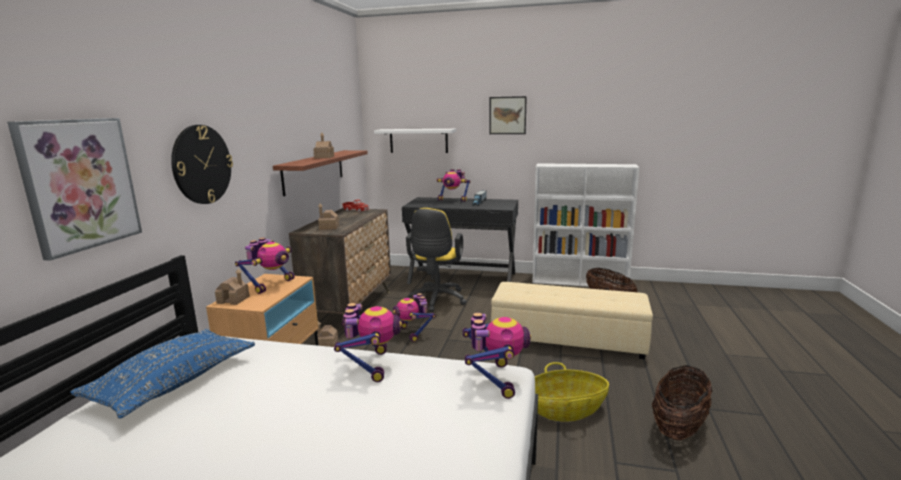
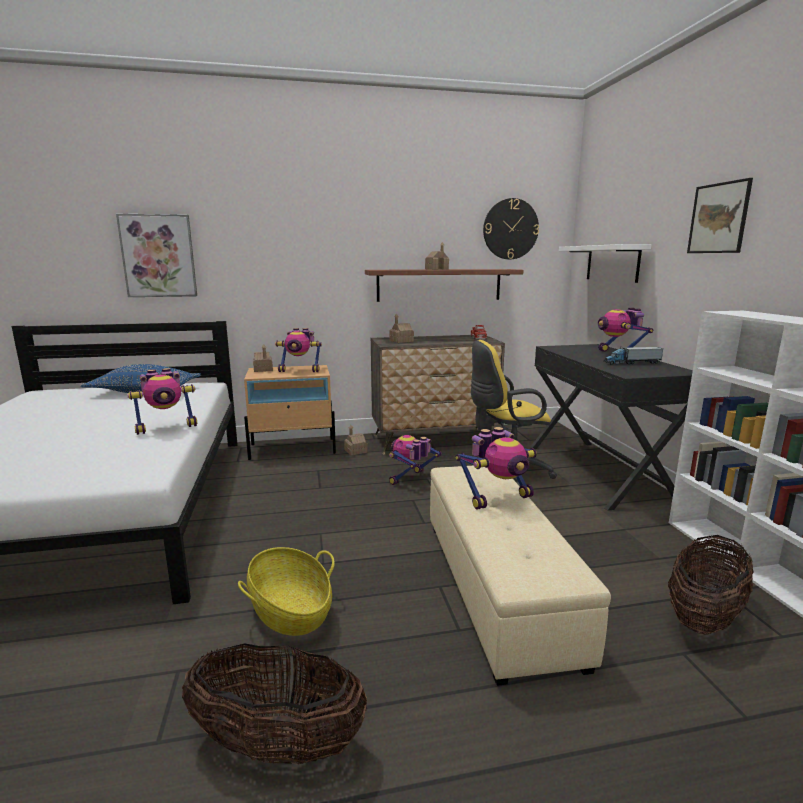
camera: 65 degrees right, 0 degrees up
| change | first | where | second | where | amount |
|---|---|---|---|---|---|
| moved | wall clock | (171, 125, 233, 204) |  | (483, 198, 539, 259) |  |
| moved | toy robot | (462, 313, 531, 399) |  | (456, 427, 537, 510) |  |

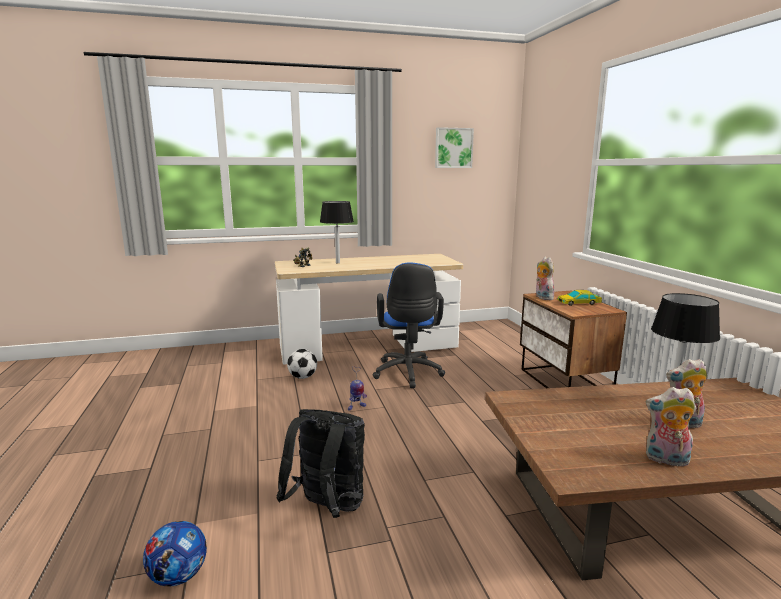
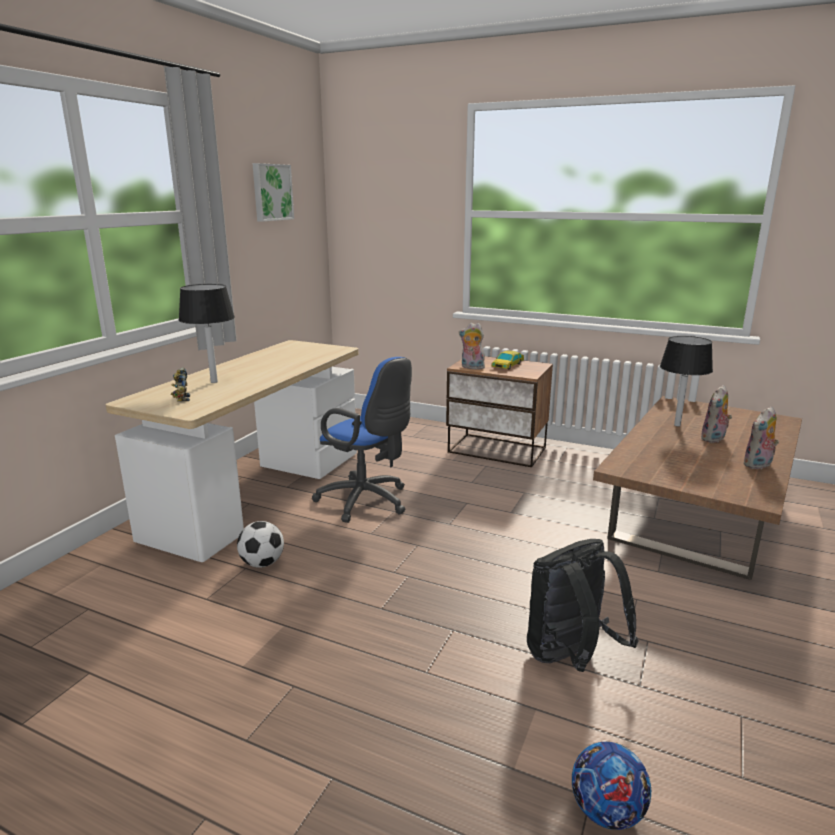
camera: 50 degrees left, 5 degrees up
| change | first | where | second | where | amount |
|---|---|---|---|---|---|
| removed | toy robot | (348, 367, 367, 410) |  |  |  |

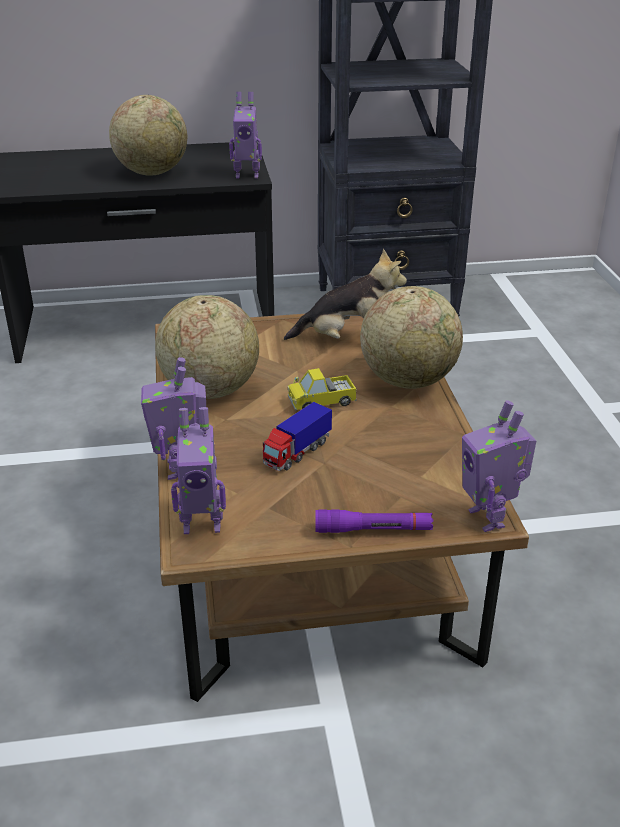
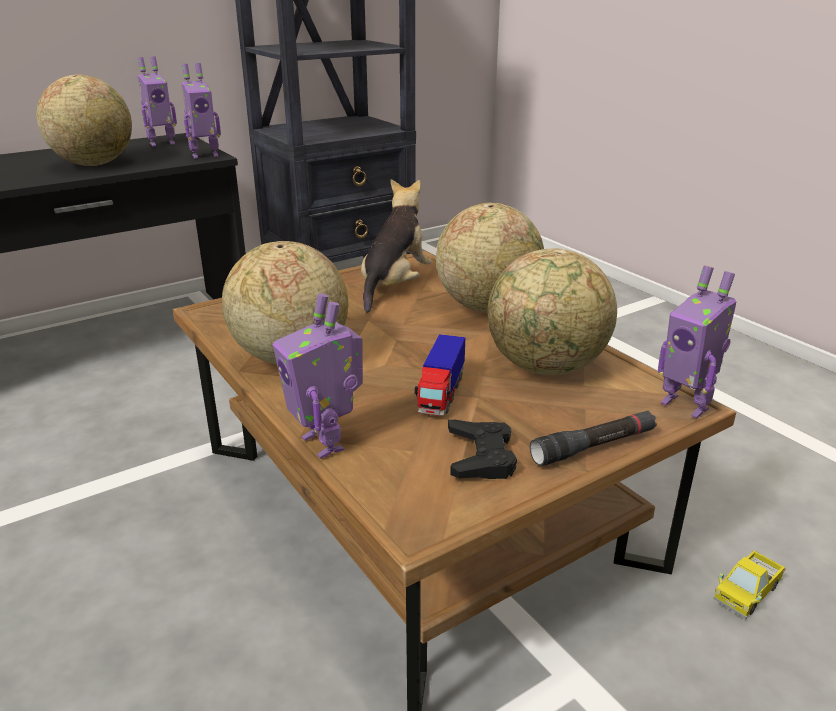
camera: 25 degrees left, 5 degrees down
| change | first | where | second | where | amount |
|---|---|---|---|---|---|
| moved | toy robot | (171, 407, 226, 534) |  | (138, 56, 177, 147) |  |
| turned | plush toy | (284, 249, 407, 340) |  | (361, 179, 432, 312) | 45 degrees counterclockwise |
| moved | toy truck | (288, 368, 357, 411) |  | (713, 551, 786, 619) |  |
| recoloured | flashlight in purple | (315, 509, 433, 533) | flashlight in black | (530, 411, 657, 466) |  |
| added |  |  | game controller in black | (448, 420, 517, 479) |  |
| added |  |  | globe | (488, 248, 617, 375) |  |

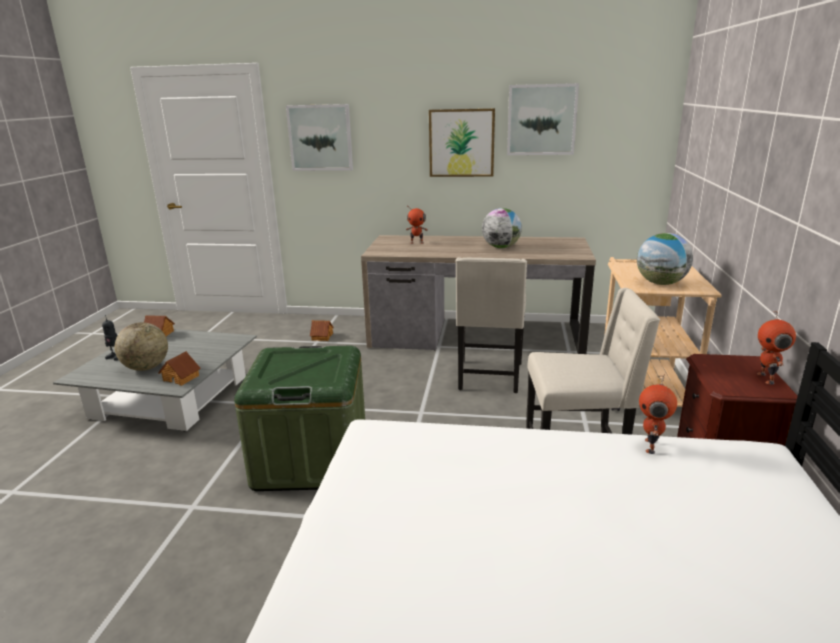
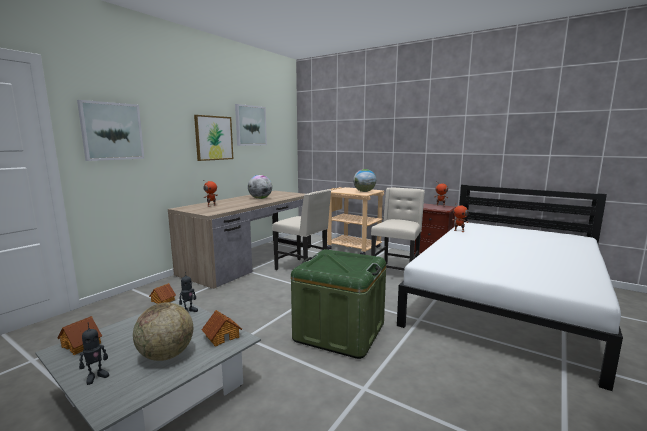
camera: 65 degrees left, 10 degrees down
| change | first | where | second | where | amount |
|---|---|---|---|---|---|
| added |  |  | toy robot | (179, 271, 198, 312) |  |

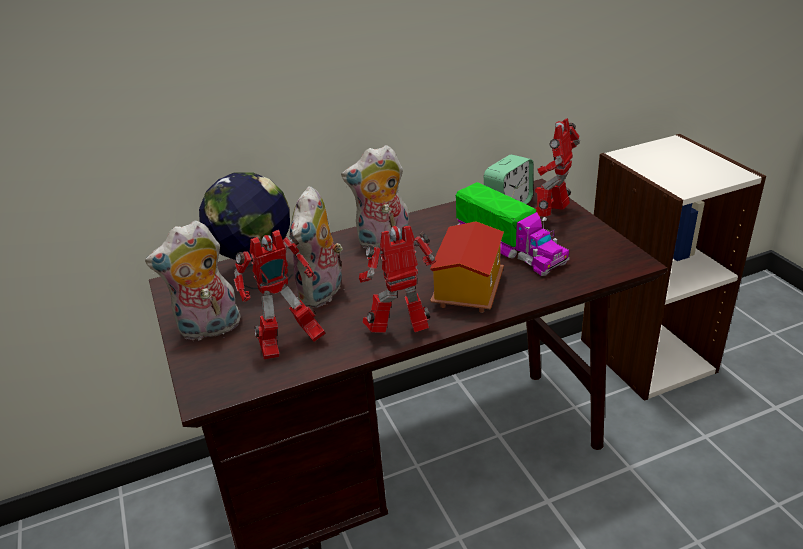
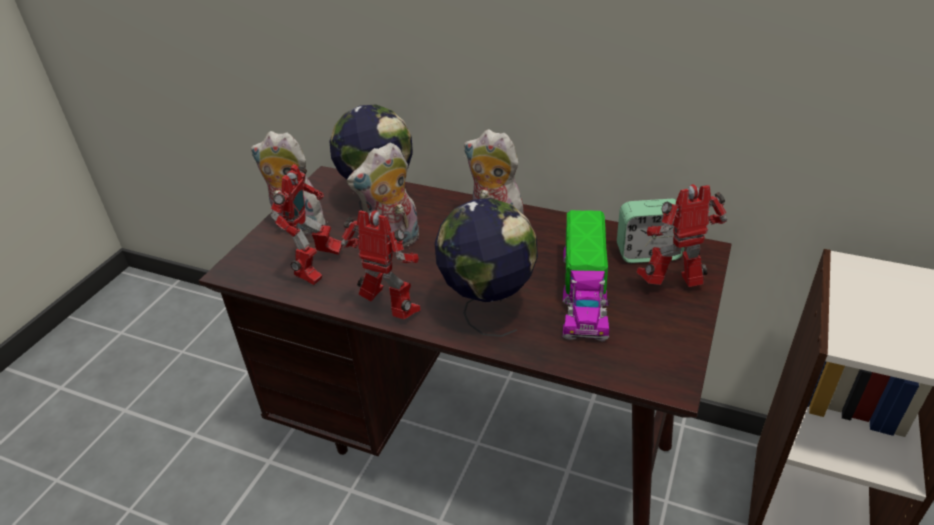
camera: 45 degrees right, 5 degrees up
| change | first | where | second | where | amount |
|---|---|---|---|---|---|
| turned | toy robot | (234, 230, 326, 360) |  | (271, 164, 342, 285) | 90 degrees counterclockwise |
| replaced | toy house | (430, 221, 504, 313) | globe | (434, 198, 538, 337) |  |

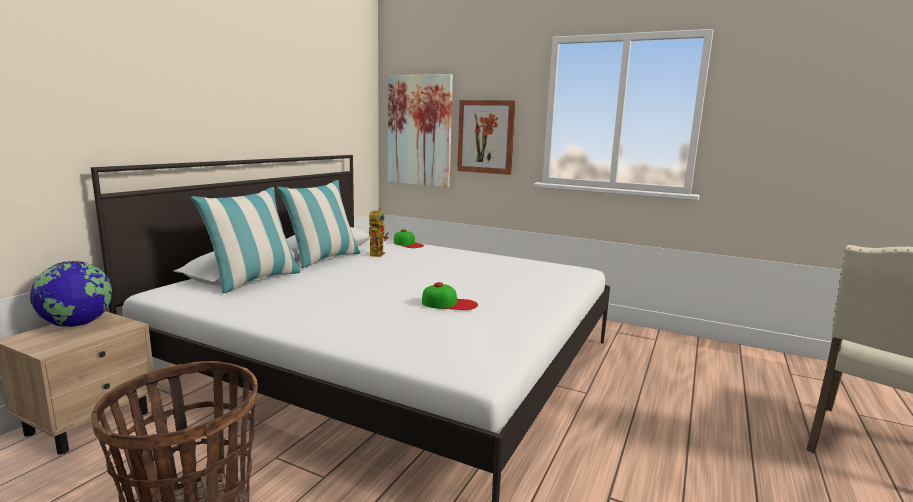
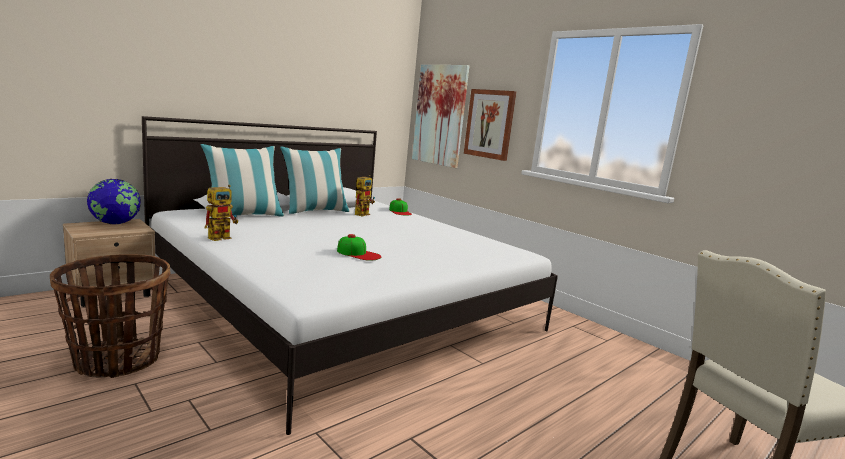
camera: 20 degrees right, 0 degrees up
| change | first | where | second | where | amount |
|---|---|---|---|---|---|
| added |  |  | toy robot | (205, 185, 238, 241) |  |

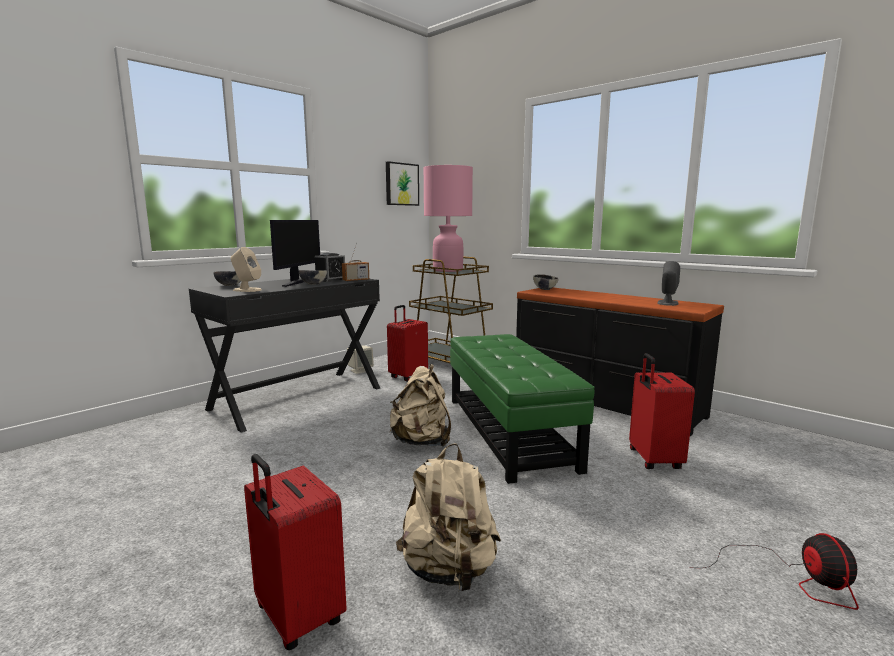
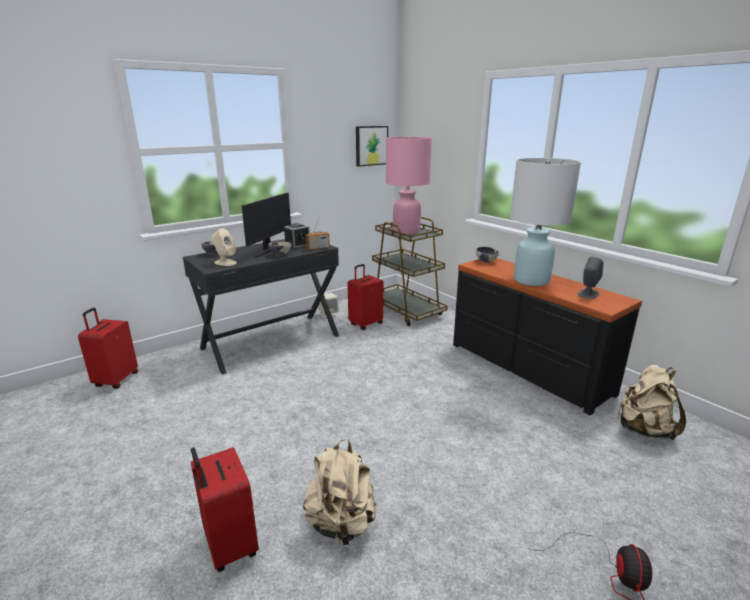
camera: 10 degrees right, 10 degrees up
| change | first | where | second | where | amount |
|---|---|---|---|---|---|
| moved | backpack in beige | (390, 364, 451, 447) |  | (617, 365, 686, 440) |  |
| removed | ottoman in green | (450, 334, 595, 484) |  |  |  |
| moved | suitcase in red | (629, 353, 695, 469) |  | (78, 308, 138, 389) |  |
| added |  |  | table lamp in white | (510, 158, 581, 286) |  |

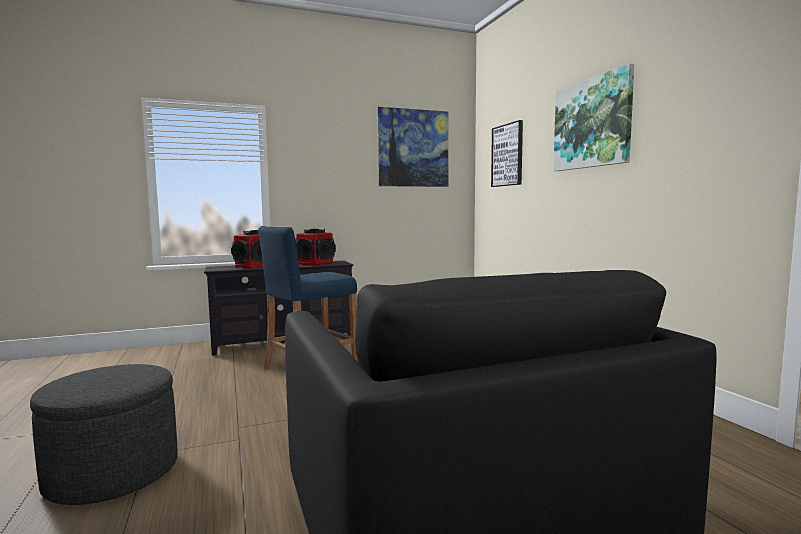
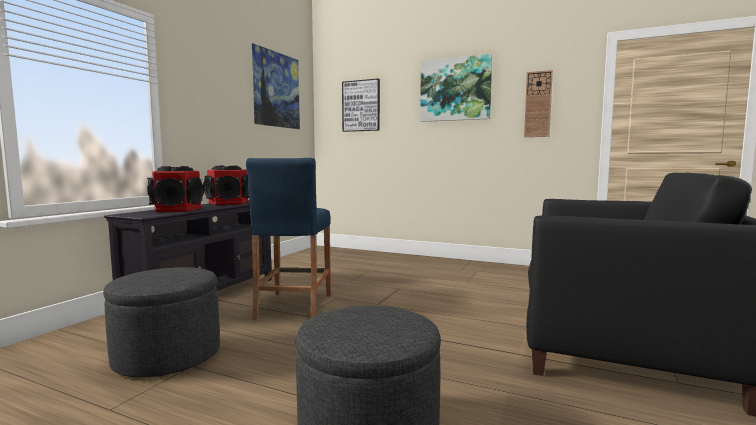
camera: 45 degrees left, 0 degrees up
| change | first | where | second | where | amount |
|---|---|---|---|---|---|
| added |  |  | ottoman in grey | (103, 267, 220, 377) |  |
| added |  |  | wall clock | (524, 70, 553, 137) |  |

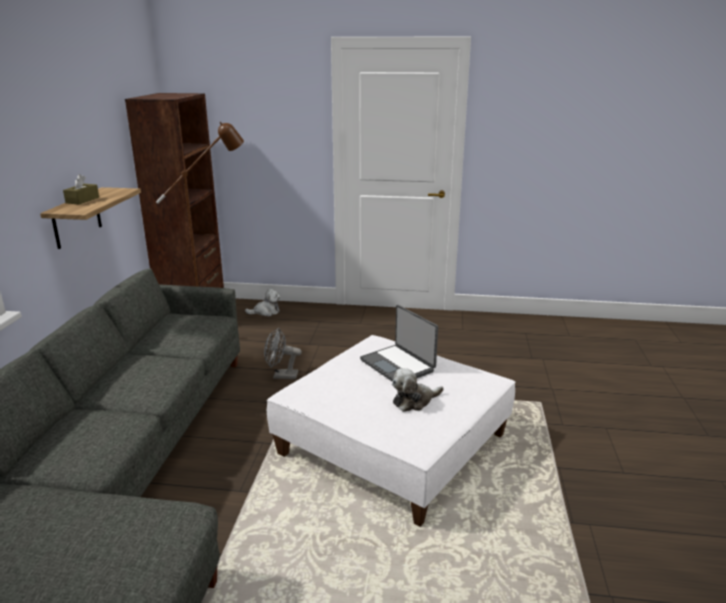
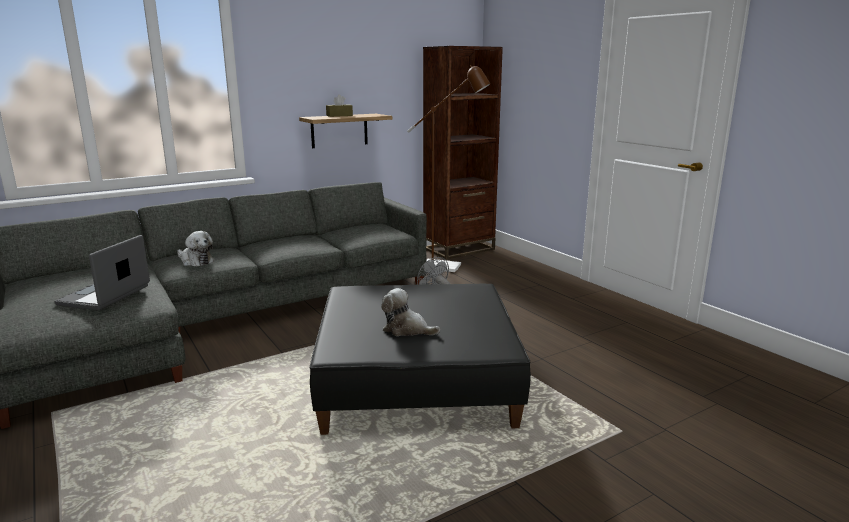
camera: 50 degrees right, 5 degrees down
| change | first | where | second | where | amount |
|---|---|---|---|---|---|
| moved | plush toy | (245, 289, 281, 316) |  | (177, 231, 214, 266) |  |
| recoloured | ottoman in white | (267, 335, 516, 527) | ottoman in black | (310, 284, 531, 435) |  |
| moved | laptop | (360, 305, 438, 382) |  | (55, 235, 150, 310) |  |

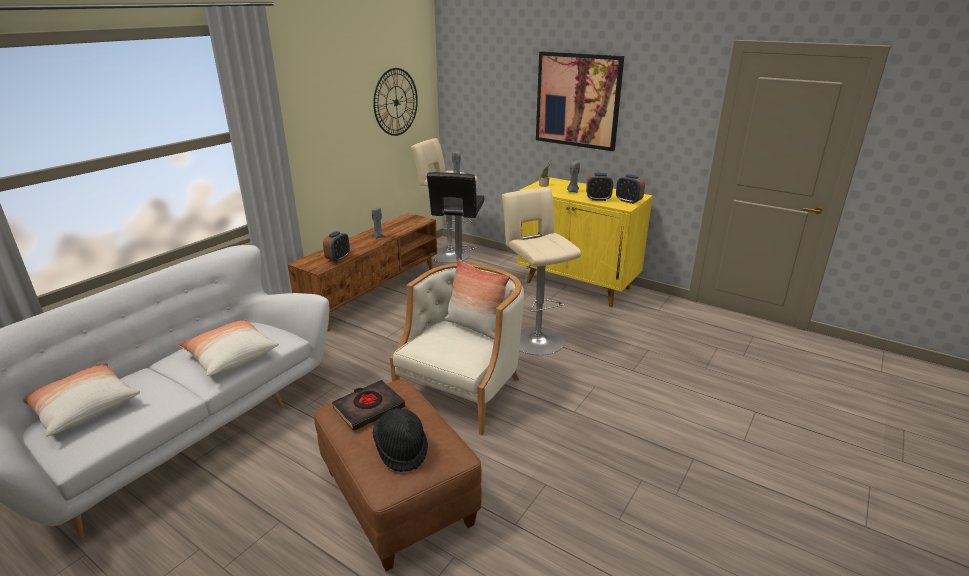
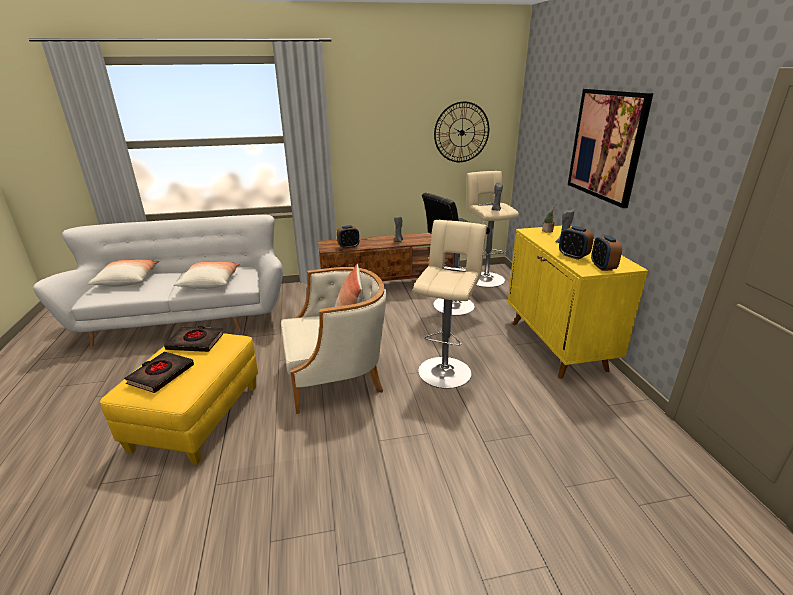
camera: 45 degrees right, 0 degrees up
| change | first | where | second | where | amount |
|---|---|---|---|---|---|
| recoloured | ottoman in brown | (314, 379, 481, 571) | ottoman in yellow | (100, 333, 258, 465) |  |
| replaced | hat in black | (373, 408, 428, 472) | book in black | (124, 351, 194, 393) |  |

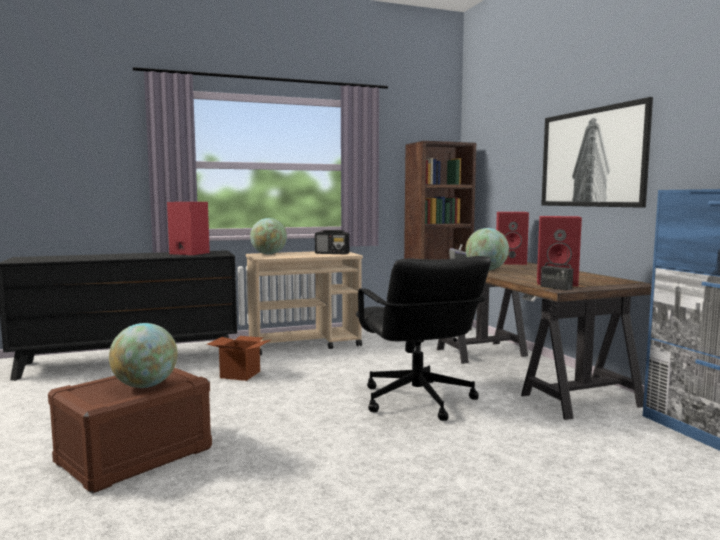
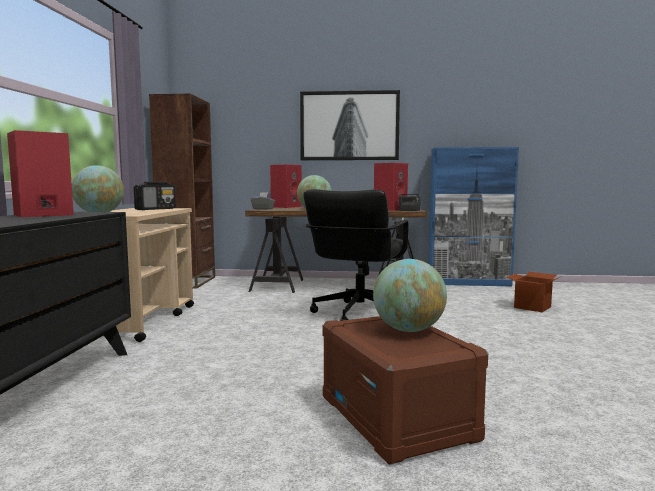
camera: 65 degrees left, 0 degrees up
| change | first | where | second | where | amount |
|---|---|---|---|---|---|
| moved | cardboard box | (207, 336, 272, 381) |  | (506, 272, 560, 312) |  |
| turned | office chair in black | (356, 256, 491, 421) |  | (303, 189, 408, 321) | 105 degrees clockwise |

